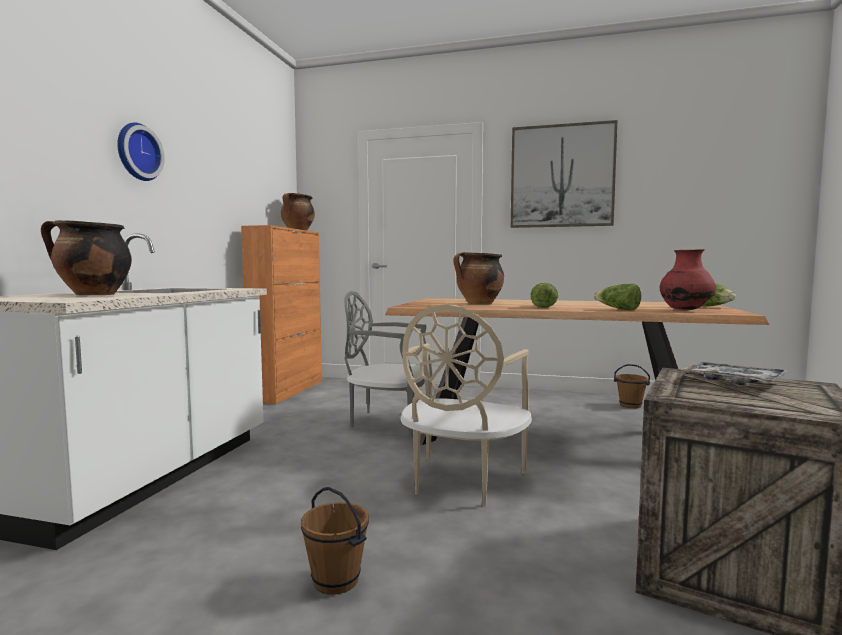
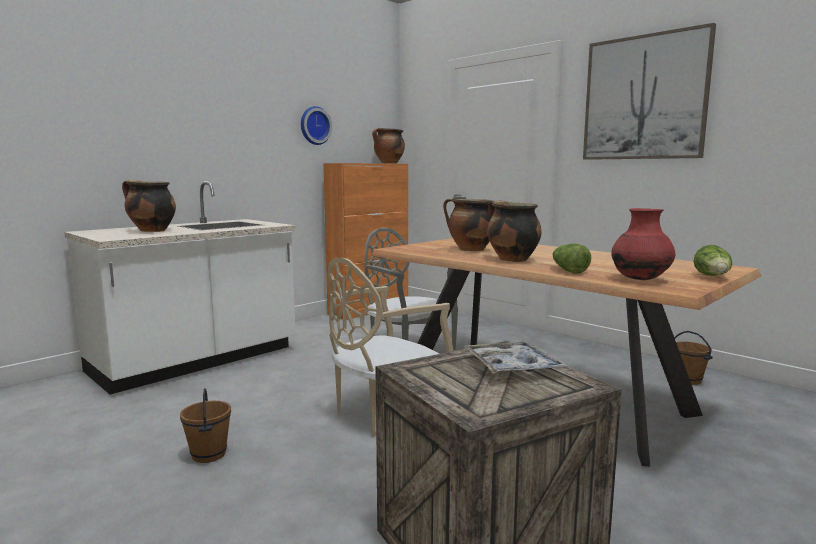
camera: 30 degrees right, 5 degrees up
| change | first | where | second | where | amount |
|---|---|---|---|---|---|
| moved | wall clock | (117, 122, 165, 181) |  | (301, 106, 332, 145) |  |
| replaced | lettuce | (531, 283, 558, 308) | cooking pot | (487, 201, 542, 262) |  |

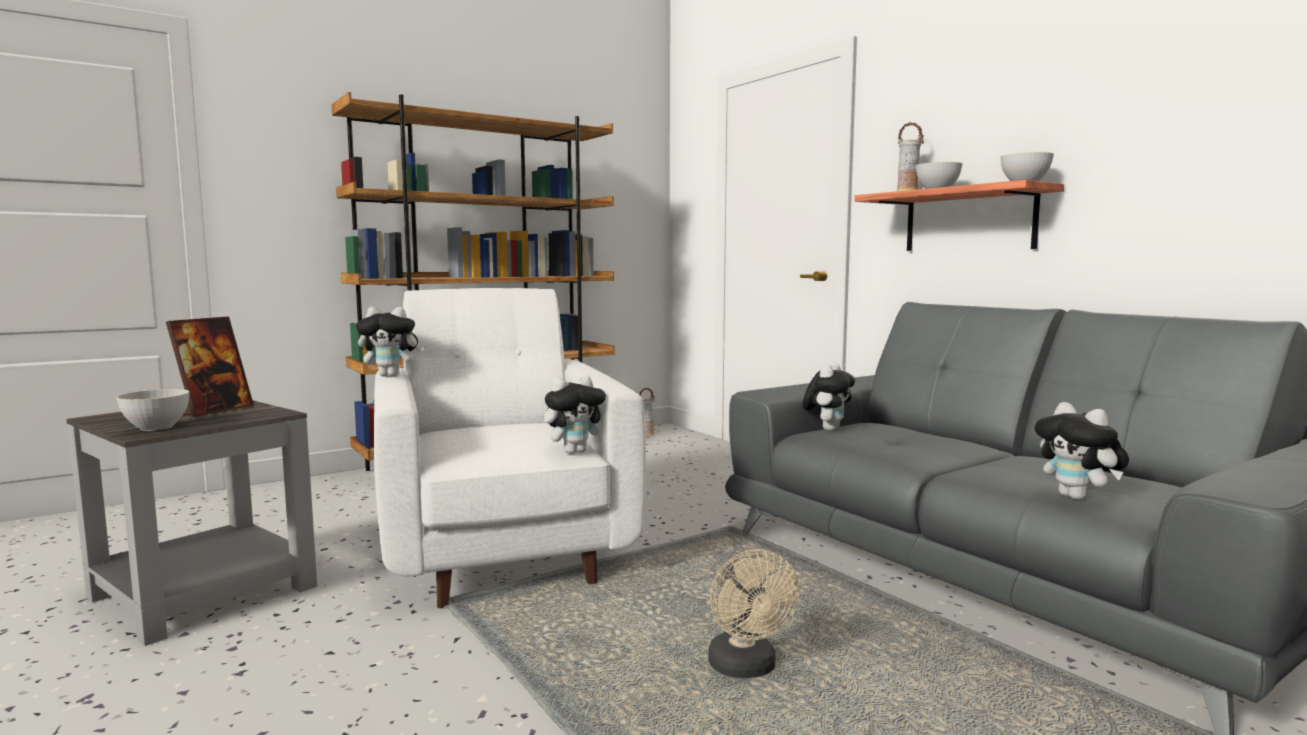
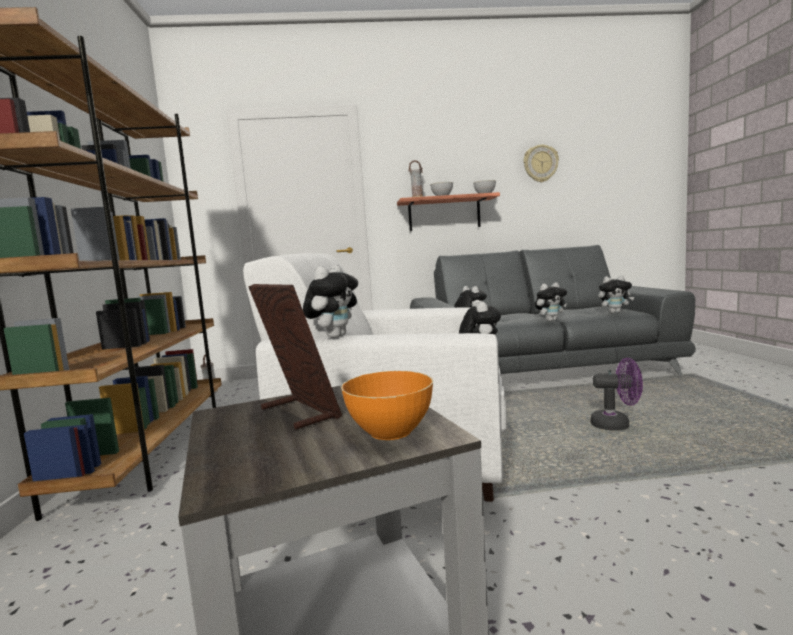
camera: 60 degrees left, 0 degrees up
| change | first | where | second | where | amount |
|---|---|---|---|---|---|
| recoloured | bowl in grey | (116, 389, 190, 431) | bowl in orange | (341, 371, 433, 440) |  |
| recoloured | fan in beige | (708, 550, 799, 678) | fan in purple | (591, 358, 643, 430) |  |
| added |  |  | wall clock | (524, 145, 559, 182) |  |
| added |  |  | plush toy | (535, 282, 567, 321) |  |

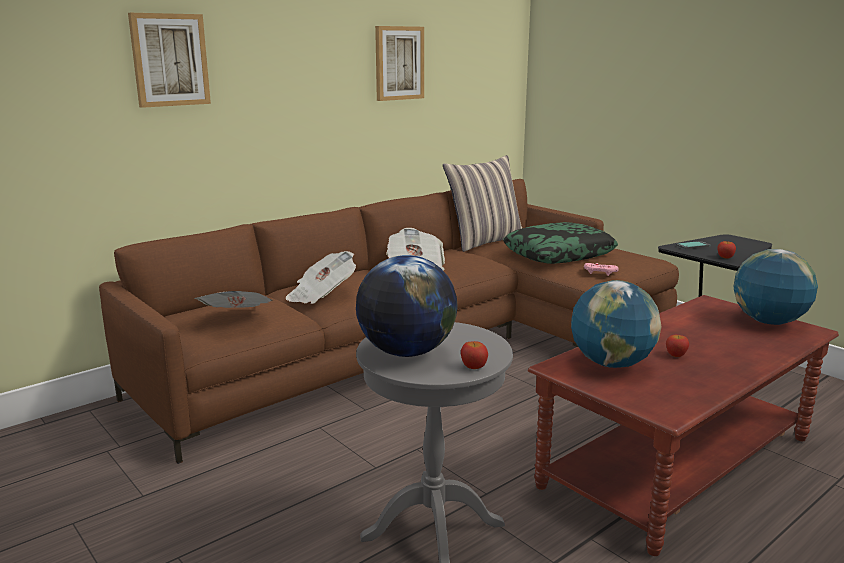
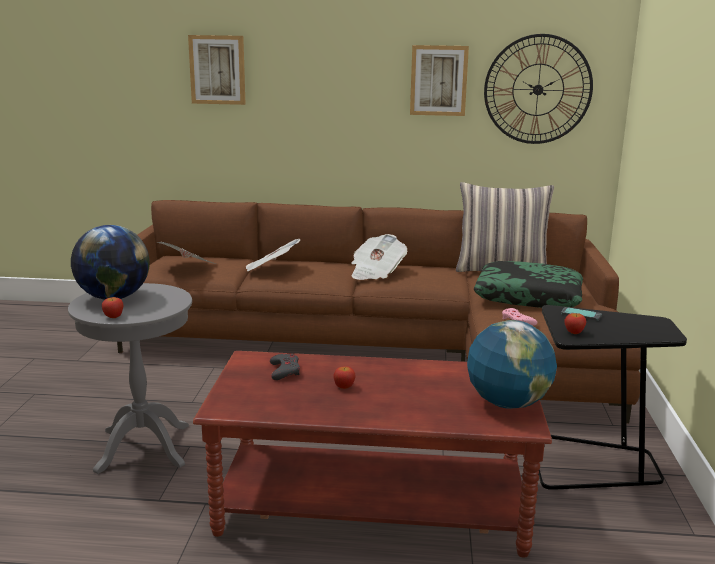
camera: 45 degrees right, 0 degrees up
| change | first | where | second | where | amount |
|---|---|---|---|---|---|
| replaced | globe | (571, 280, 662, 368) | game controller in grey | (270, 354, 300, 380) |  |
| added |  |  | wall clock | (484, 34, 593, 144) |  |

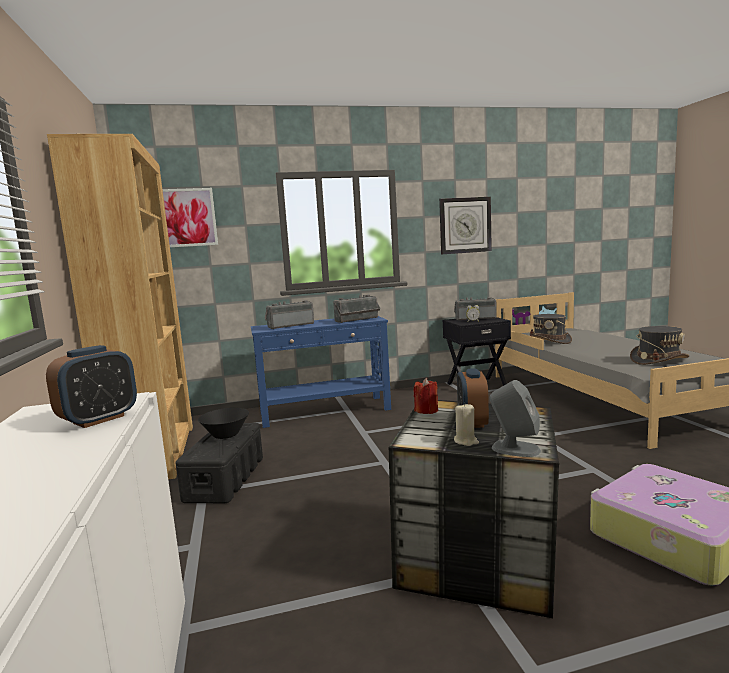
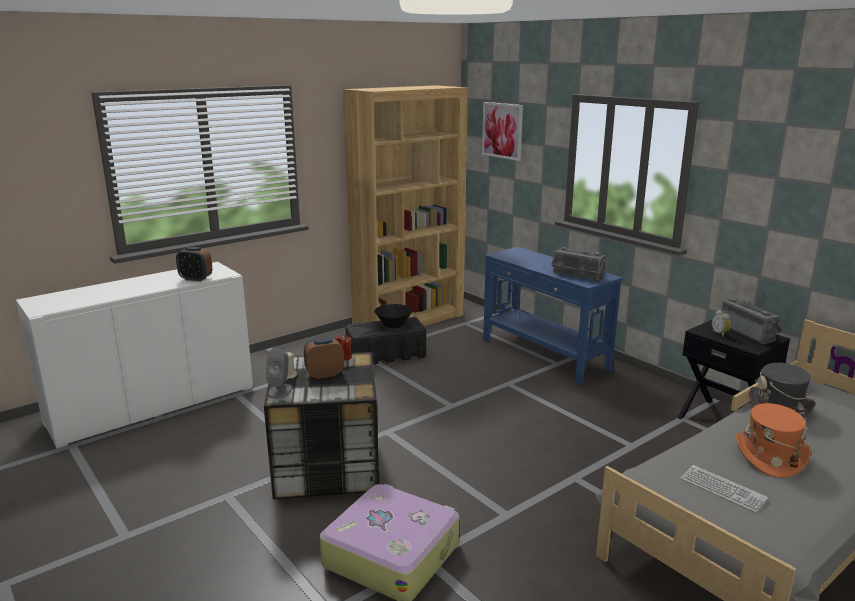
camera: 65 degrees right, 10 degrees up
| change | first | where | second | where | amount |
|---|---|---|---|---|---|
| removed | radio | (265, 300, 314, 329) |  |  |  |
| removed | wall clock | (439, 197, 492, 254) |  |  |  |
| replaced | hat in grey | (630, 326, 689, 365) | keyboard | (680, 465, 768, 513) |  |
| added |  |  | hat in orange | (736, 403, 811, 478) |  |

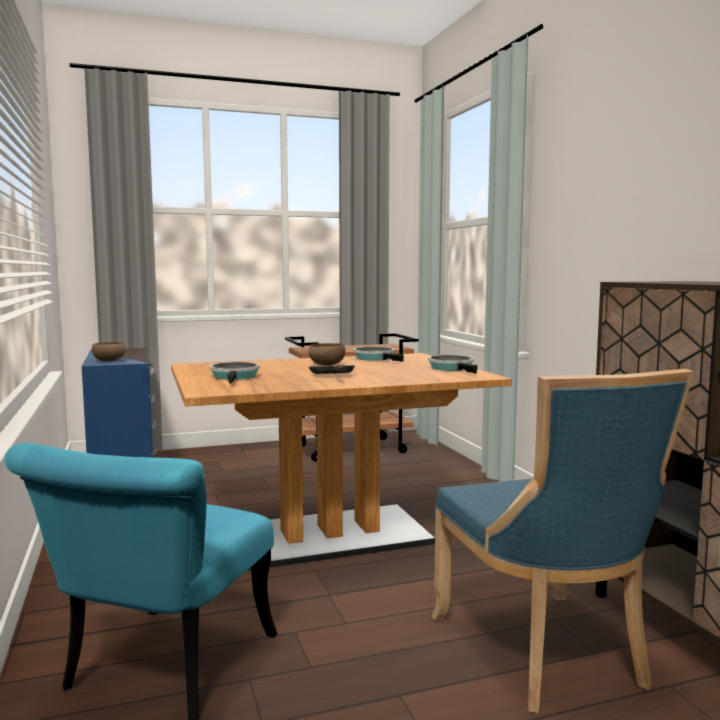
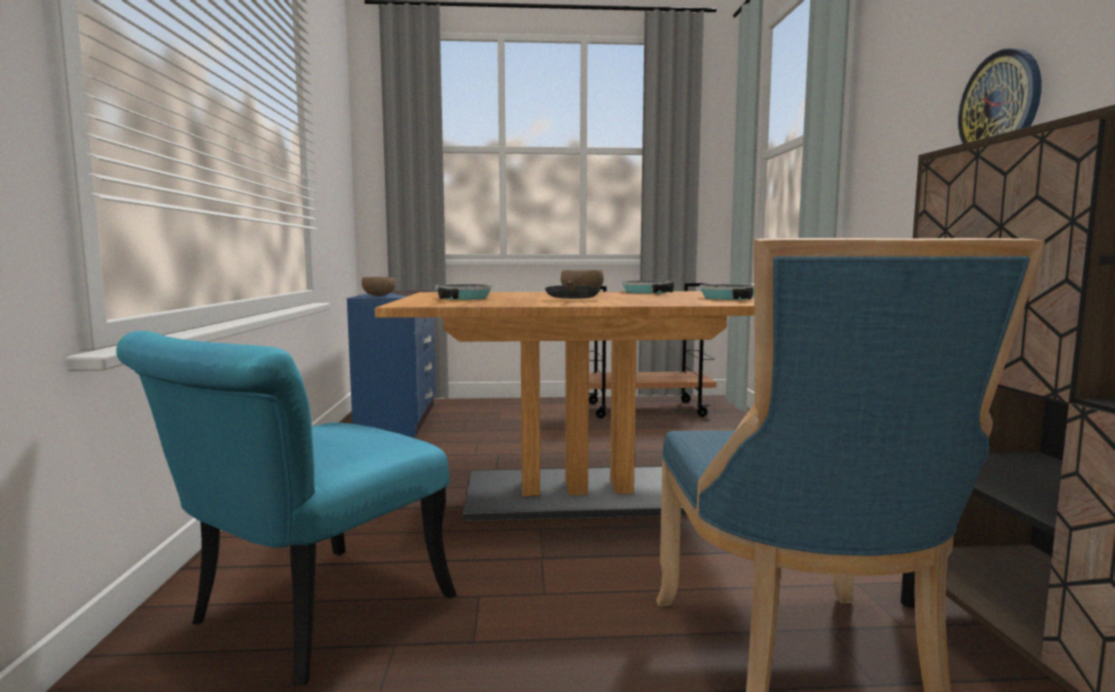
camera: 15 degrees right, 0 degrees up
| change | first | where | second | where | amount |
|---|---|---|---|---|---|
| added |  |  | wall clock | (958, 48, 1042, 144) |  |

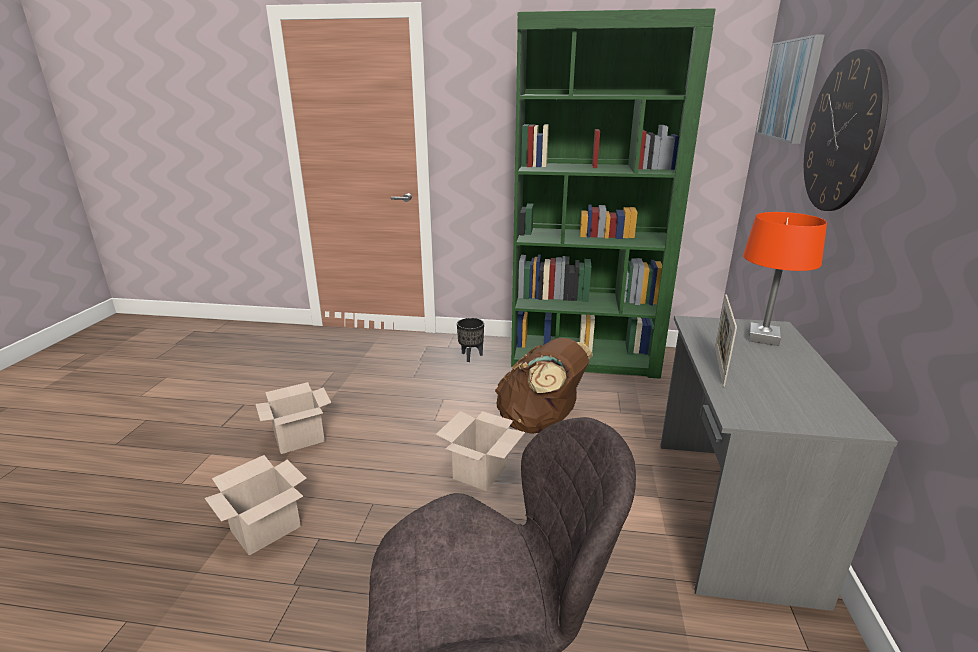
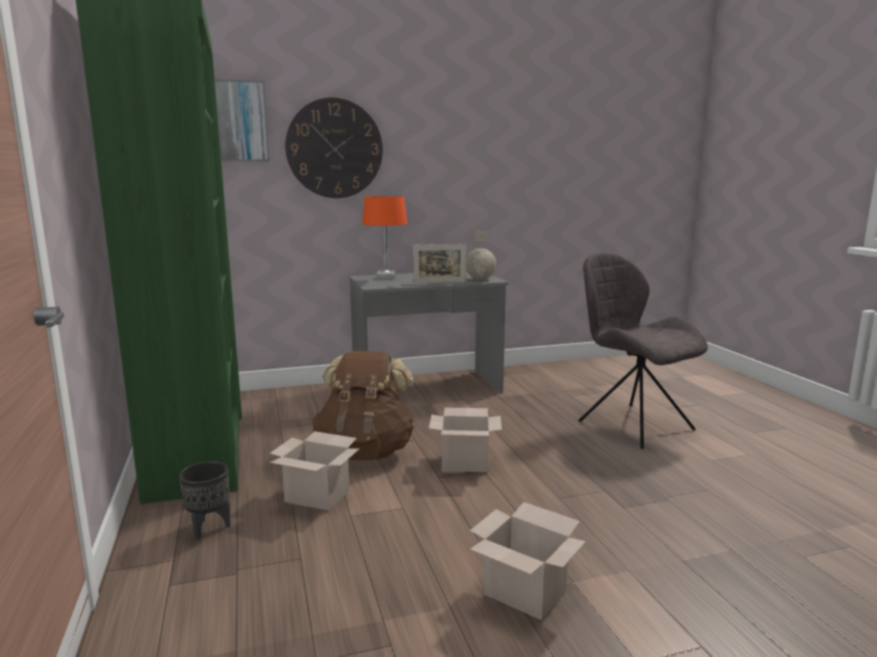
camera: 115 degrees left, 10 degrees down
| change | first | where | second | where | amount |
|---|---|---|---|---|---|
| moved | cardboard box | (205, 455, 307, 556) |  | (270, 431, 359, 511) |  |
| added |  |  | globe | (466, 230, 496, 280) |  |

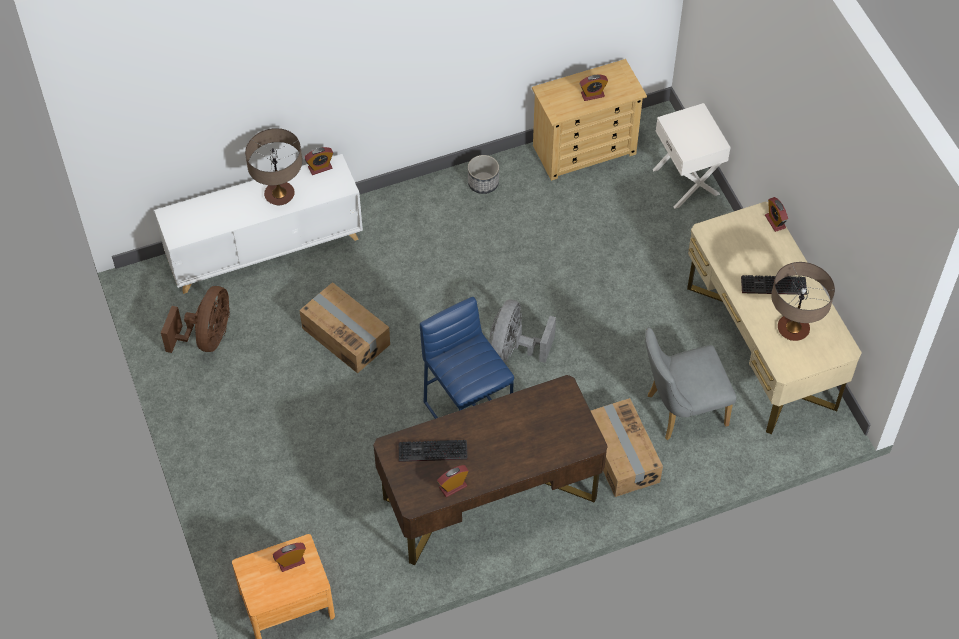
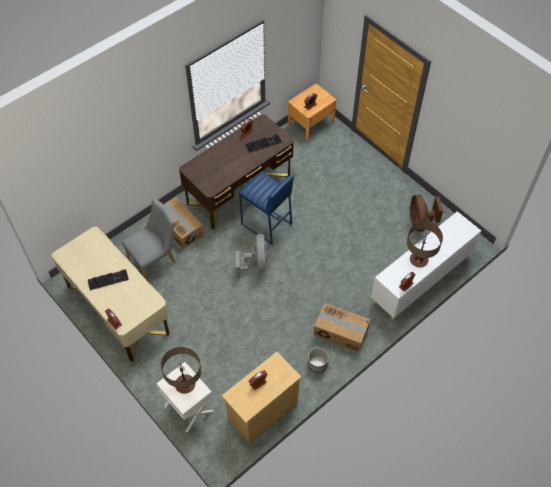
camera: 160 degrees right, 0 degrees up
| change | first | where | second | where | amount |
|---|---|---|---|---|---|
| moved | cardboard box | (299, 282, 390, 373) |  | (314, 303, 371, 352) |  |
| moved | table lamp | (771, 262, 835, 341) |  | (161, 347, 201, 394) |  |

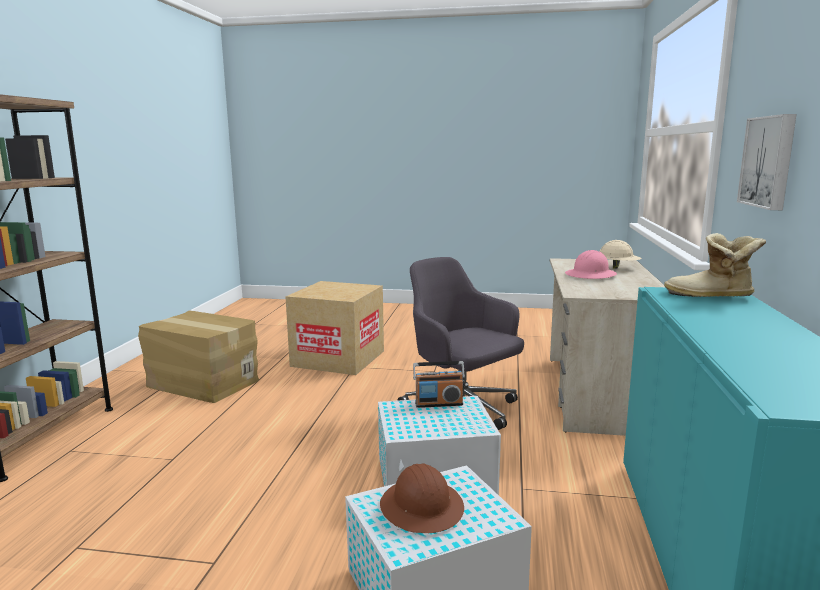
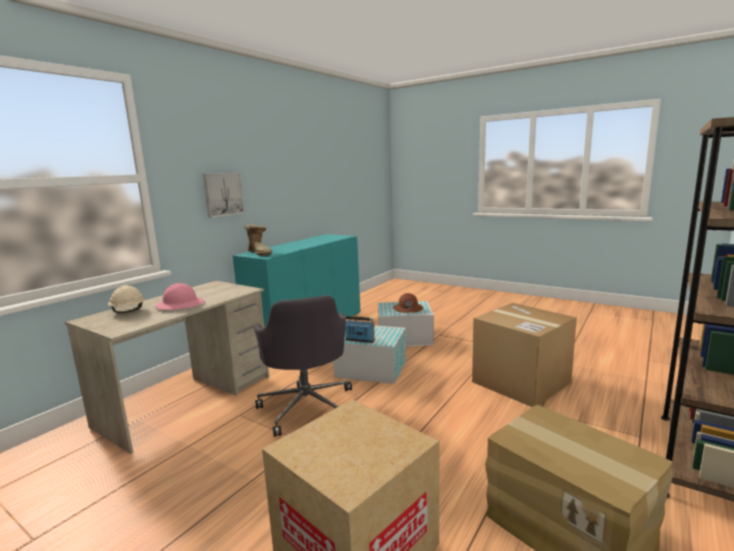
camera: 155 degrees left, 0 degrees up
| change | first | where | second | where | amount |
|---|---|---|---|---|---|
| added |  |  | cardboard box | (472, 303, 577, 407) |  |

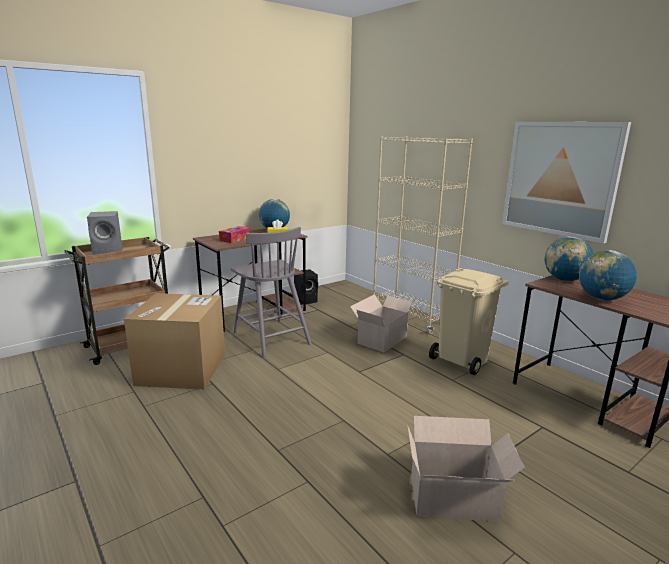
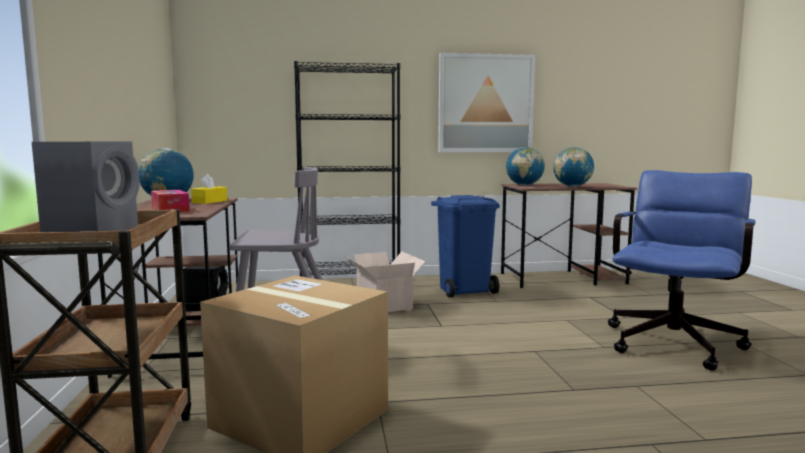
camera: 60 degrees left, 10 degrees down
| change | first | where | second | where | amount |
|---|---|---|---|---|---|
| recoloured | bookcase in beige | (373, 136, 473, 334) | bookcase in black | (294, 61, 400, 276) |  |
| replaced | cardboard box | (407, 416, 525, 522) | office chair in blue | (608, 170, 756, 371) |  |
| recoloured | trash can in beige | (429, 268, 509, 375) | trash can in blue | (431, 195, 500, 297) |  |

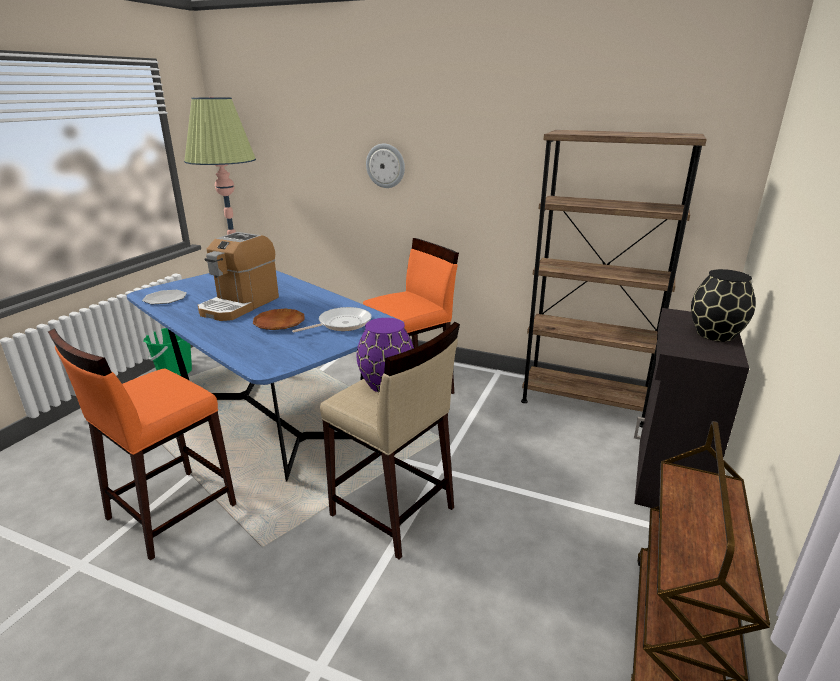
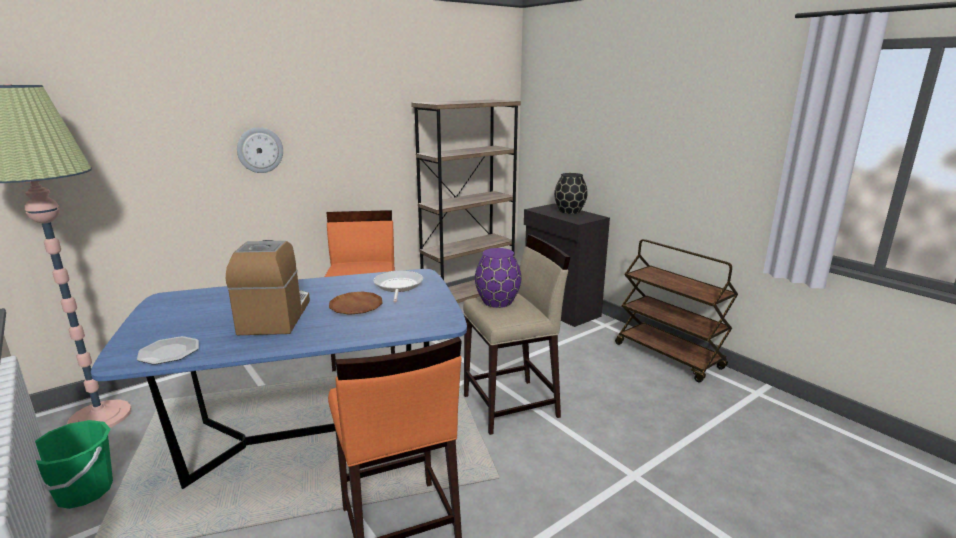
camera: 60 degrees left, 5 degrees down
| change | first | where | second | where | amount |
|---|---|---|---|---|---|
| turned | coffee machine | (198, 232, 279, 321) |  | (226, 240, 310, 335) | 150 degrees counterclockwise |

